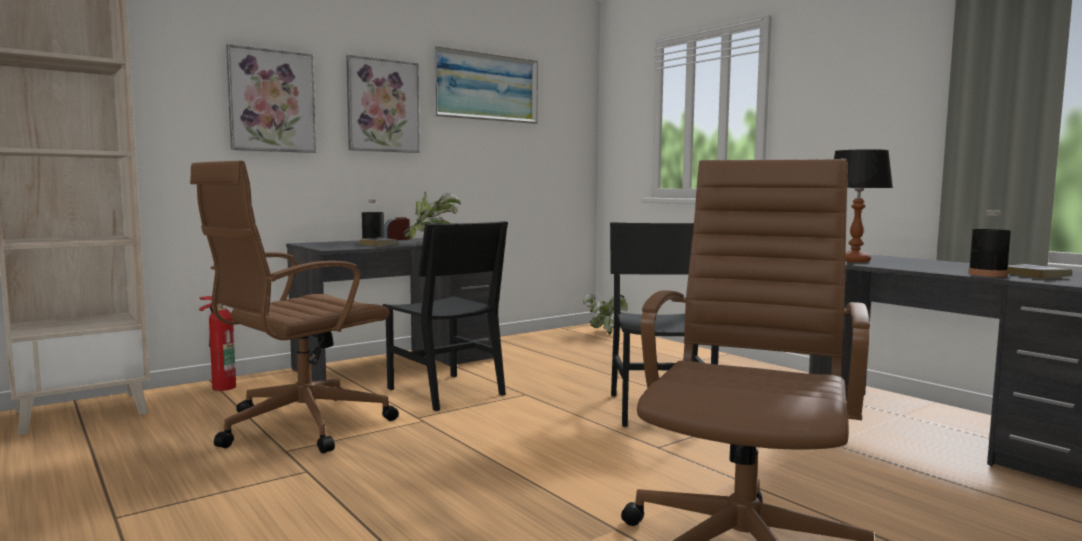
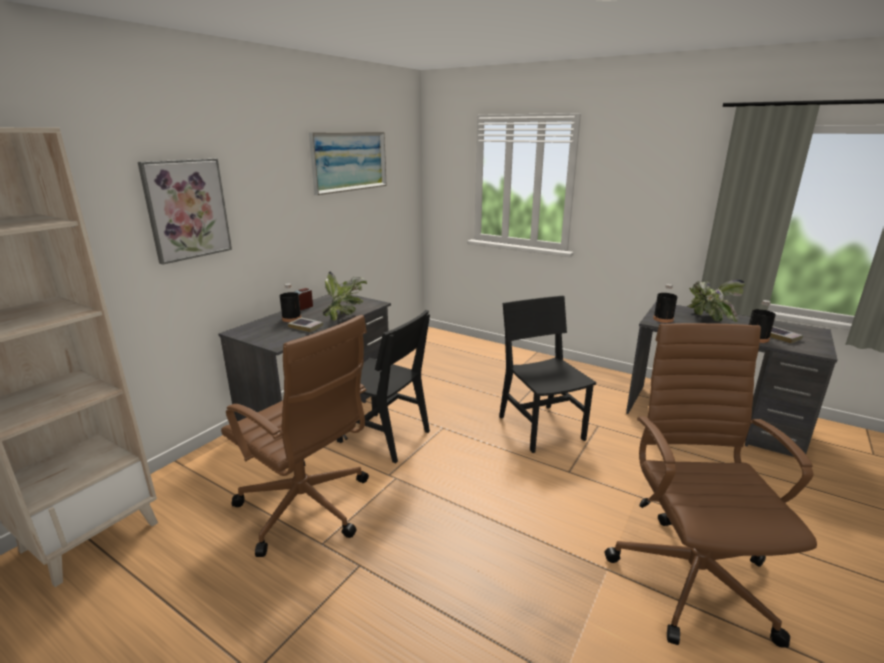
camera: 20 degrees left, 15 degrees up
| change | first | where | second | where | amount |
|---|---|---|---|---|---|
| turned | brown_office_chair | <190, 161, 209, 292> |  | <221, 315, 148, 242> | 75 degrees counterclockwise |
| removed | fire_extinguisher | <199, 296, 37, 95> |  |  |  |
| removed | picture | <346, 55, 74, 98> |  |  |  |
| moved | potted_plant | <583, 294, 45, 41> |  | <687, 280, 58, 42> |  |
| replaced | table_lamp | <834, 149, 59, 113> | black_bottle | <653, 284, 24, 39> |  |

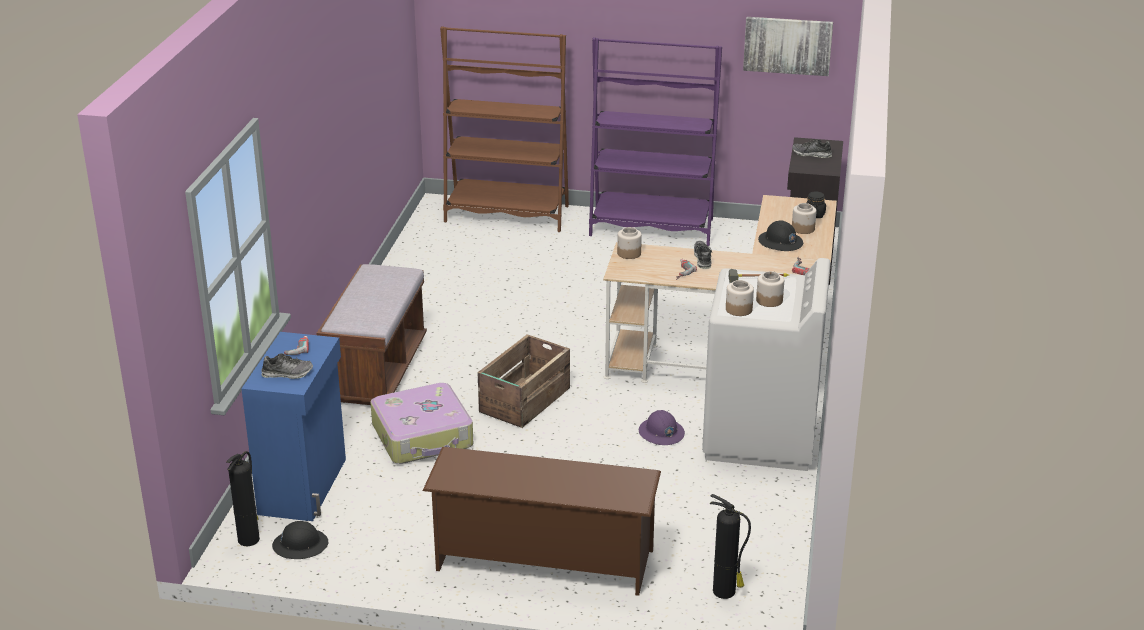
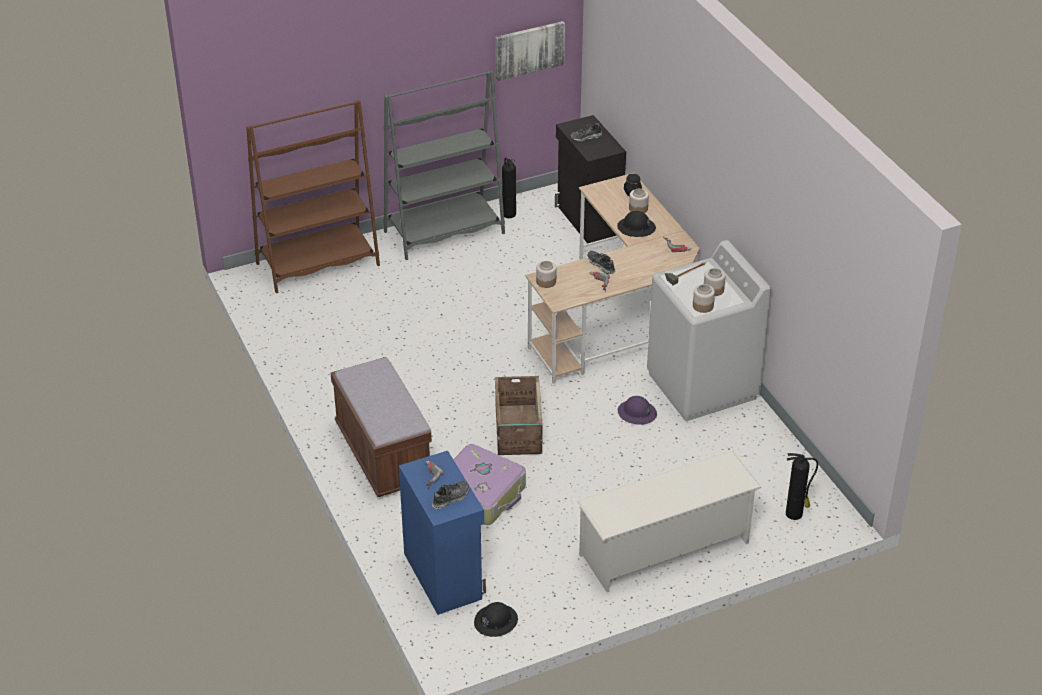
camera: 35 degrees left, 10 degrees up
| change | first | where | second | where | amount |
|---|---|---|---|---|---|
| moved | fire_extinguisher | <226, 451, 34, 95> |  | <502, 157, 14, 61> |  |
| recoloured | brown_shoe_rack | <423, 447, 238, 149> | white_shoe_rack | <577, 451, 185, 141> |  |
| recoloured | purple_bookcase | <589, 37, 133, 209> | grey_bookcase | <383, 71, 122, 189> |  |

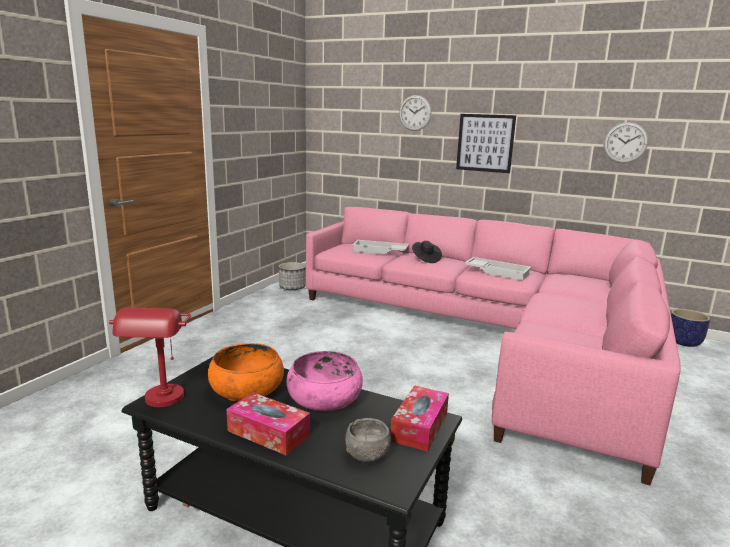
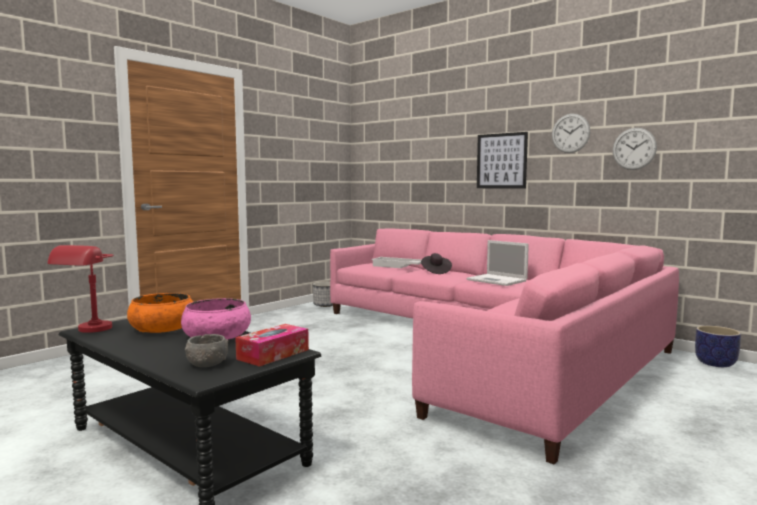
camera: 15 degrees right, 10 degrees down
| change | first | where | second | where | amount |
|---|---|---|---|---|---|
| removed | tissue_box | <227, 393, 83, 62> |  |  |  |
| moved | wall_clock | <399, 95, 33, 36> |  | <552, 114, 38, 39> |  |
| replaced | white_tray | <465, 257, 67, 23> | laptop | <467, 240, 62, 46> |  |

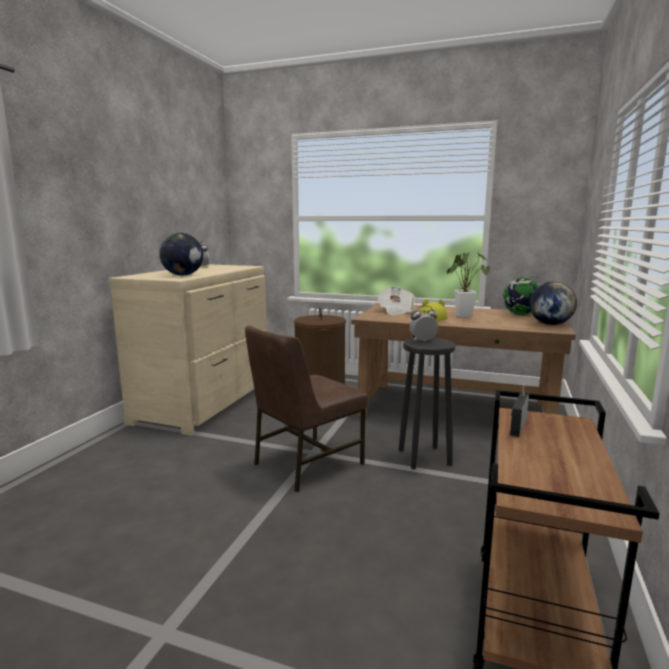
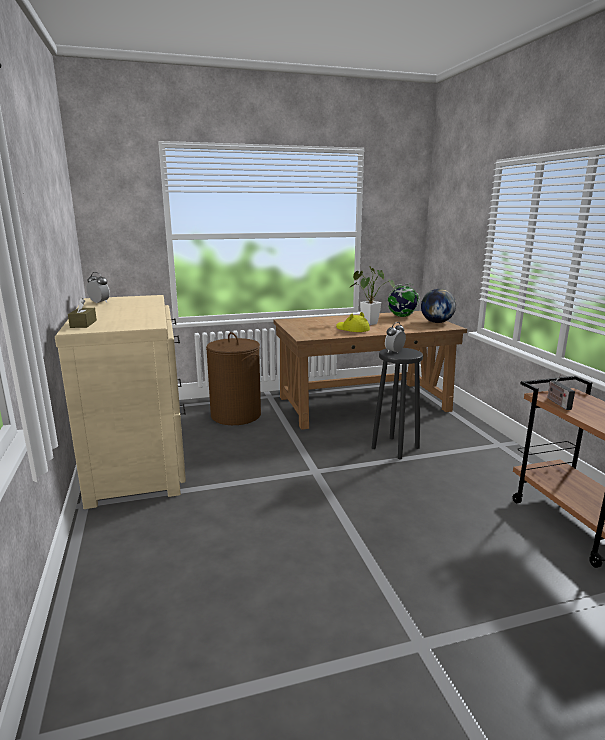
camera: 35 degrees left, 5 degrees up
| change | first | where | second | where | amount |
|---|---|---|---|---|---|
| removed | globe | <159, 233, 44, 43> |  |  |  |
| removed | brown_chair | <245, 325, 123, 168> |  |  |  |
| removed | newspaper | <377, 286, 38, 29> |  |  |  |
| added |  |  | brown_tissue_box | <68, 297, 29, 31> |  |

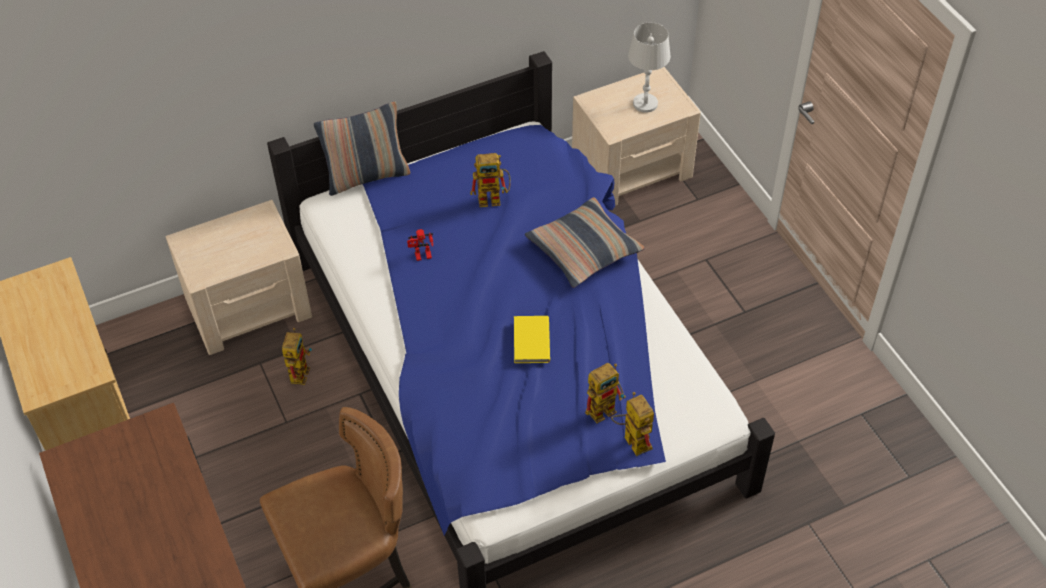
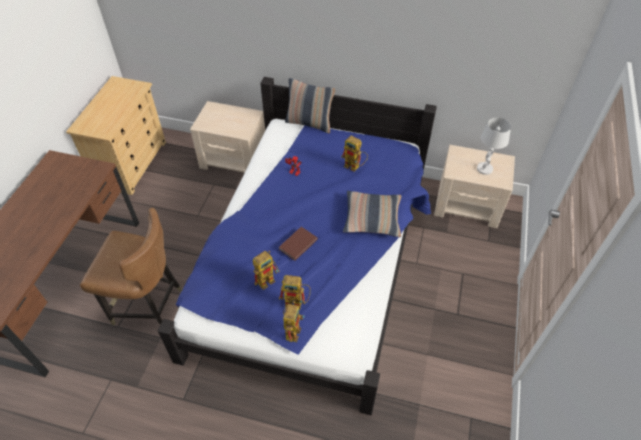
camera: 40 degrees right, 0 degrees up
| change | first | where | second | where | amount |
|---|---|---|---|---|---|
| moved | toy_robot | <282, 328, 30, 57> |  | <253, 251, 26, 39> |  |
| recoloured | yellow_book | <514, 316, 36, 47> | brown_book | <279, 227, 39, 34> |  |

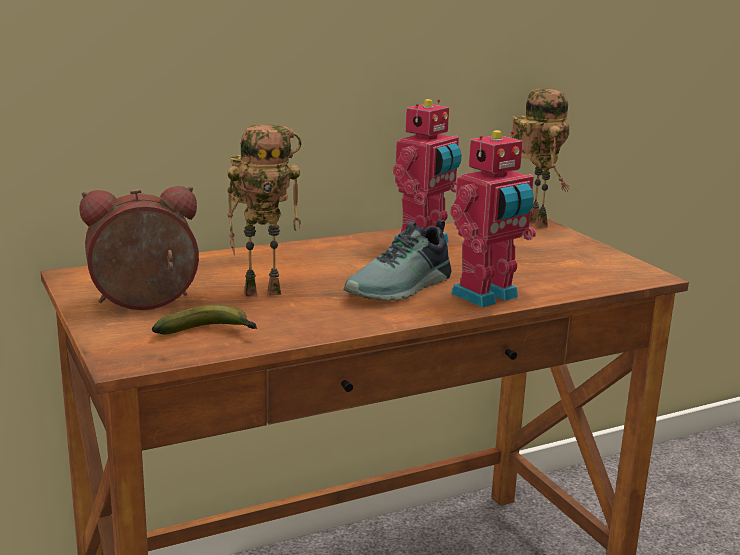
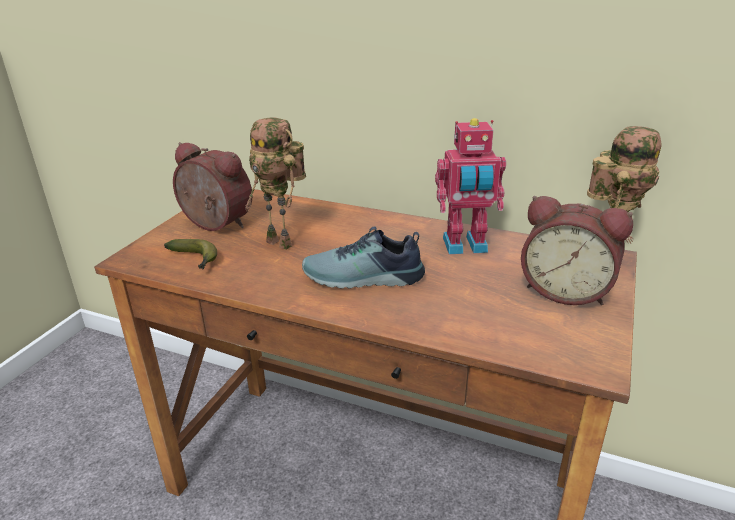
camera: 50 degrees right, 10 degrees up
| change | first | where | second | where | amount |
|---|---|---|---|---|---|
| removed | toy_robot | <450, 130, 86, 178> |  |  |  |
| added |  |  | alarm_clock | <521, 196, 112, 109> |  |

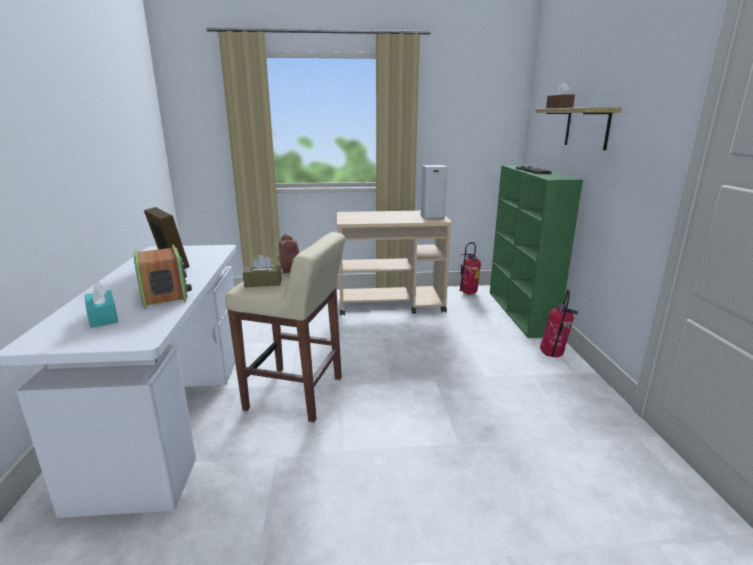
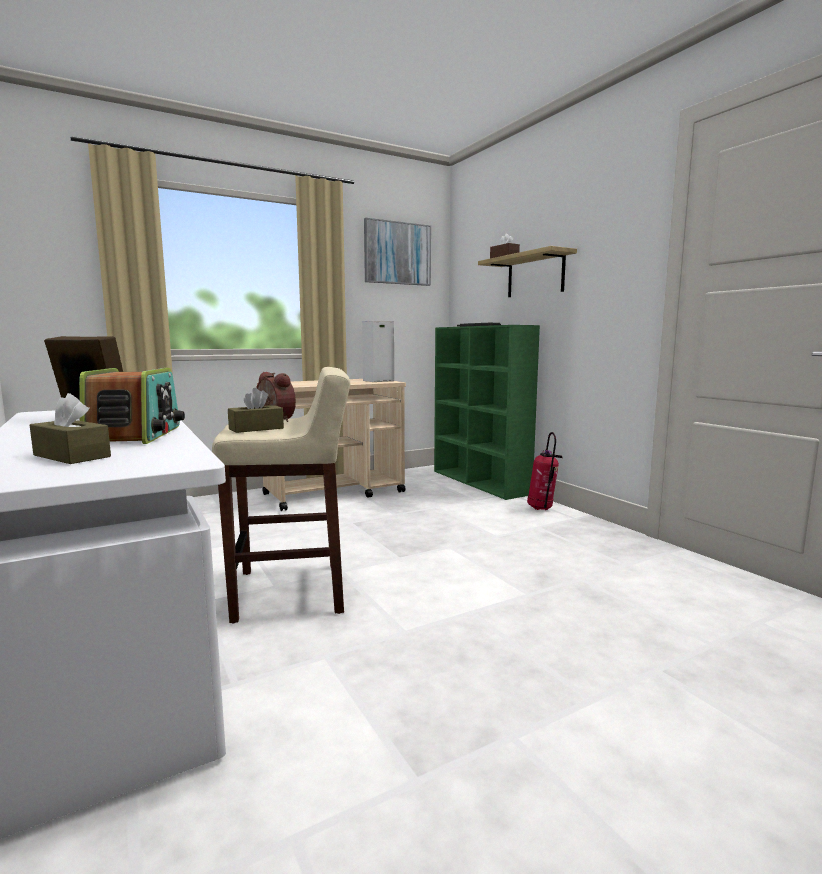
camera: 25 degrees left, 10 degrees down
| change | first | where | second | where | amount |
|---|---|---|---|---|---|
| recoloured | turquoise_tissue_box | <85, 281, 33, 47> | brown_tissue_box | <30, 393, 81, 71> |  |
| turned | radio | <133, 245, 59, 63> |  | <79, 368, 106, 76> | 45 degrees clockwise |
| removed | fire_extinguisher | <460, 242, 21, 53> |  |  |  |
| added |  |  | picture | <364, 218, 67, 68> |  |

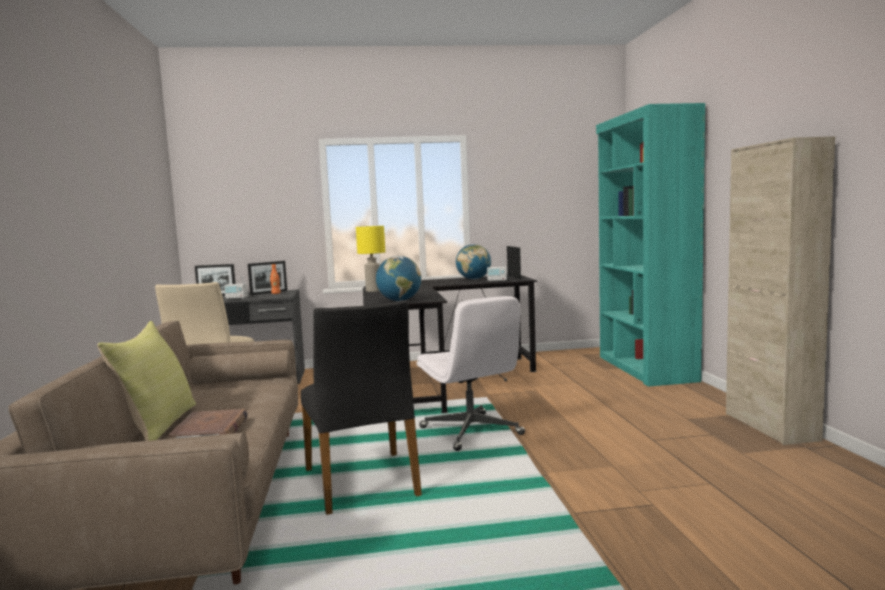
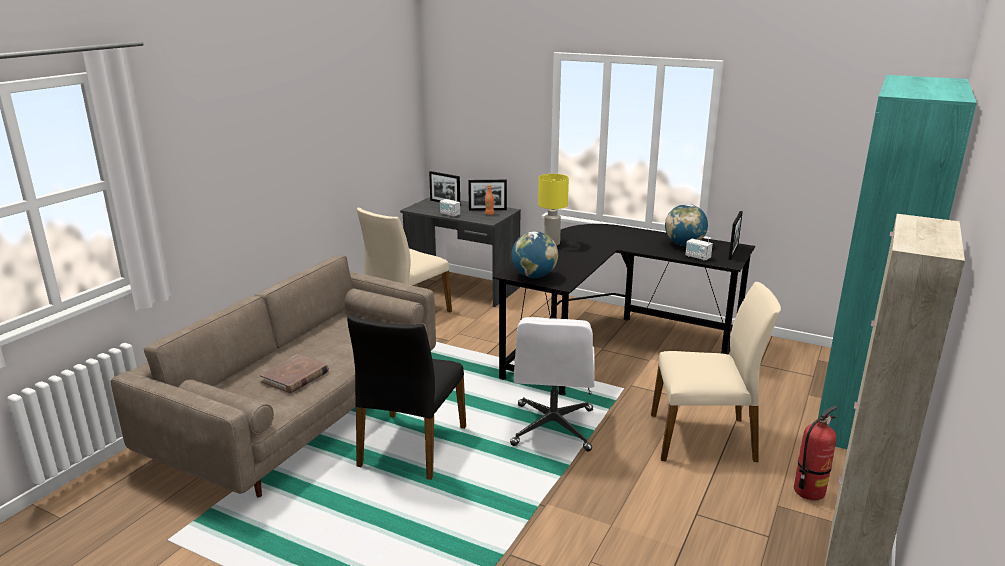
camera: 35 degrees right, 15 degrees up
| change | first | where | second | where | amount |
|---|---|---|---|---|---|
| removed | yellow_pillow | <97, 321, 99, 120> |  |  |  |
| added |  |  | beige_chair | <651, 282, 130, 180> |  |
| added |  |  | fire_extinguisher | <794, 406, 43, 94> |  |

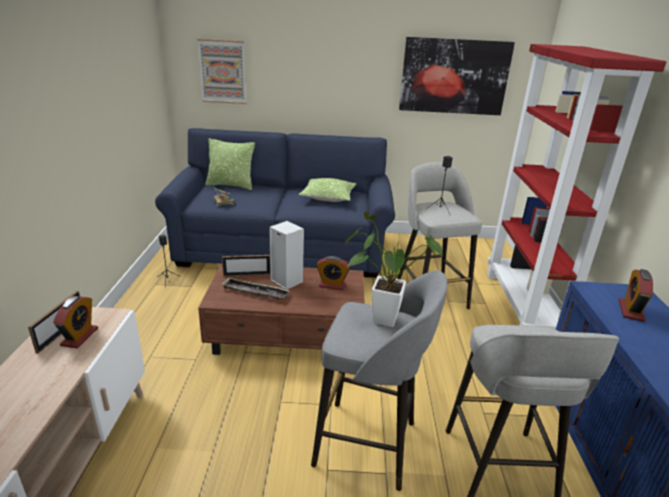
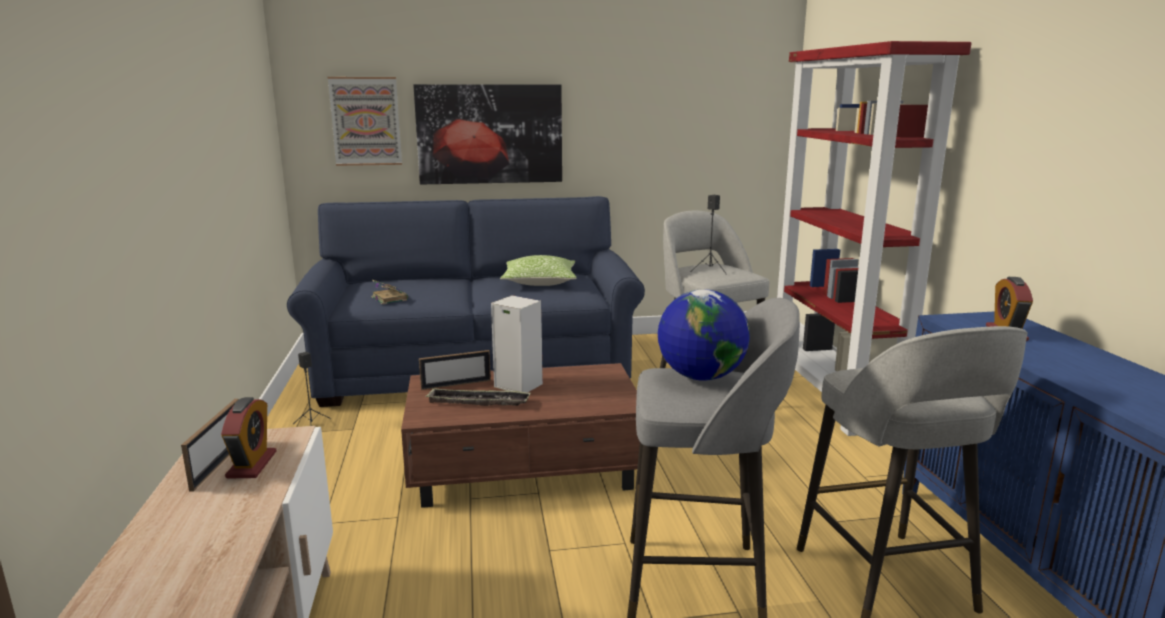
camera: 10 degrees left, 10 degrees down
| change | first | where | second | where | amount |
|---|---|---|---|---|---|
| removed | pillow | <205, 139, 50, 51> |  |  |  |
| removed | alarm_clock | <316, 256, 34, 34> |  |  |  |
| replaced | potted_plant | <344, 211, 99, 116> | globe | <658, 289, 92, 92> |  |
| moved | picture | <399, 37, 116, 78> |  | <413, 84, 149, 101> |  |

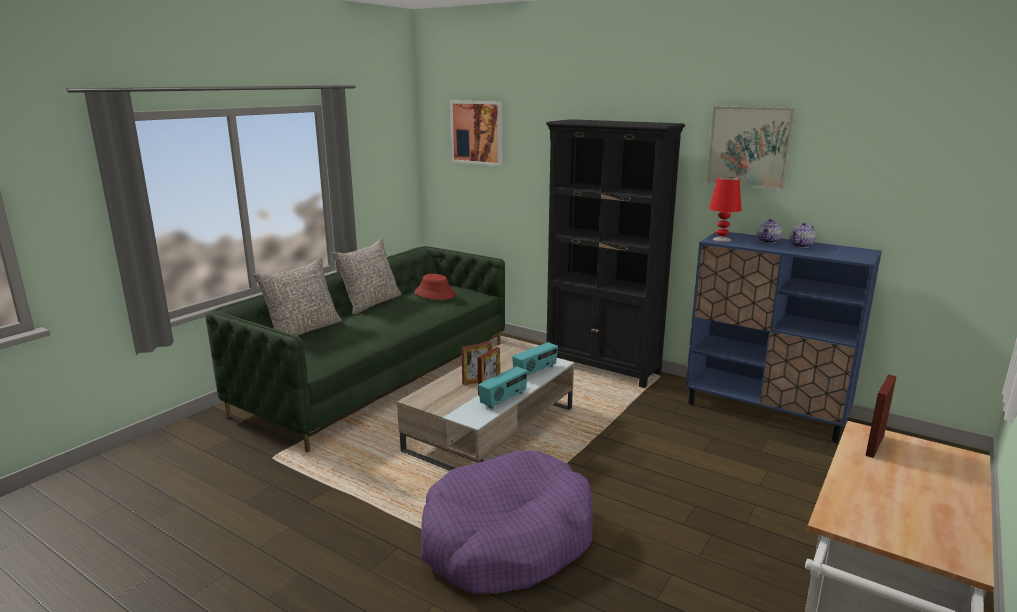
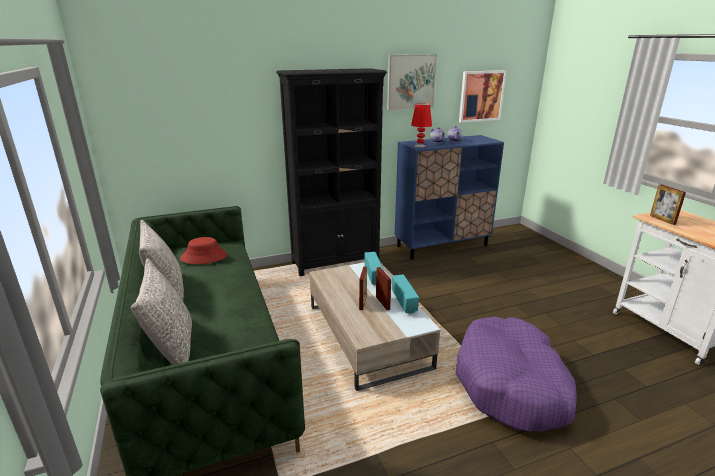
camera: 55 degrees left, 5 degrees up
| change | first | where | second | where | amount |
|---|---|---|---|---|---|
| moved | picture | <450, 100, 53, 66> |  | <459, 70, 47, 53> |  |

